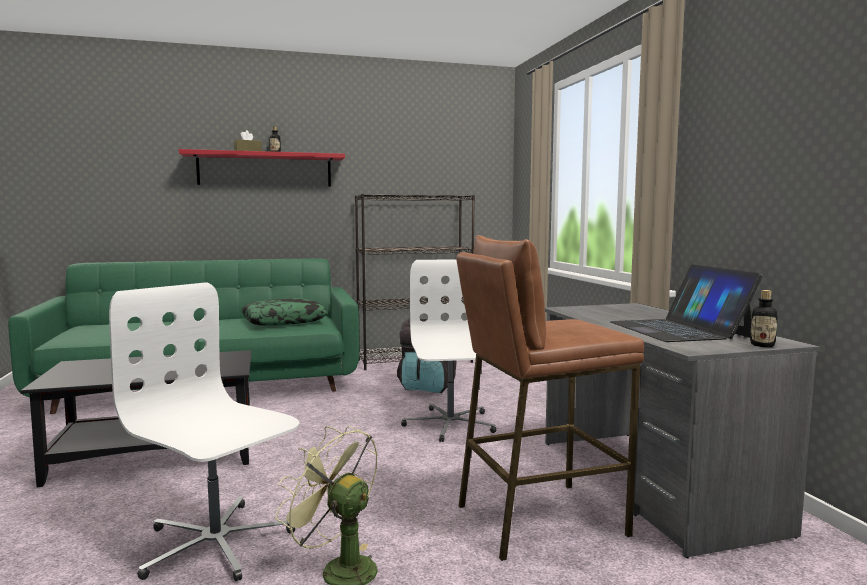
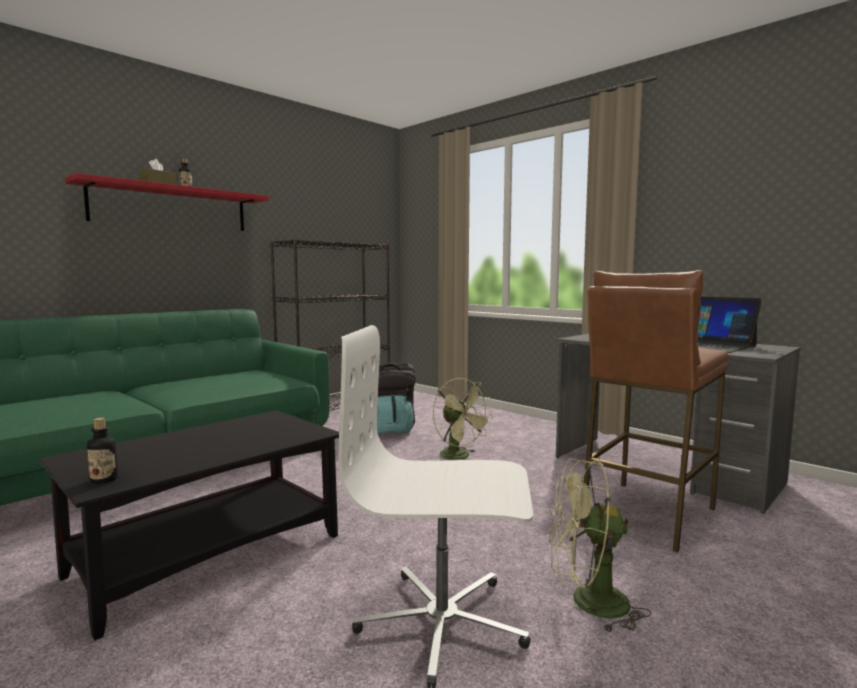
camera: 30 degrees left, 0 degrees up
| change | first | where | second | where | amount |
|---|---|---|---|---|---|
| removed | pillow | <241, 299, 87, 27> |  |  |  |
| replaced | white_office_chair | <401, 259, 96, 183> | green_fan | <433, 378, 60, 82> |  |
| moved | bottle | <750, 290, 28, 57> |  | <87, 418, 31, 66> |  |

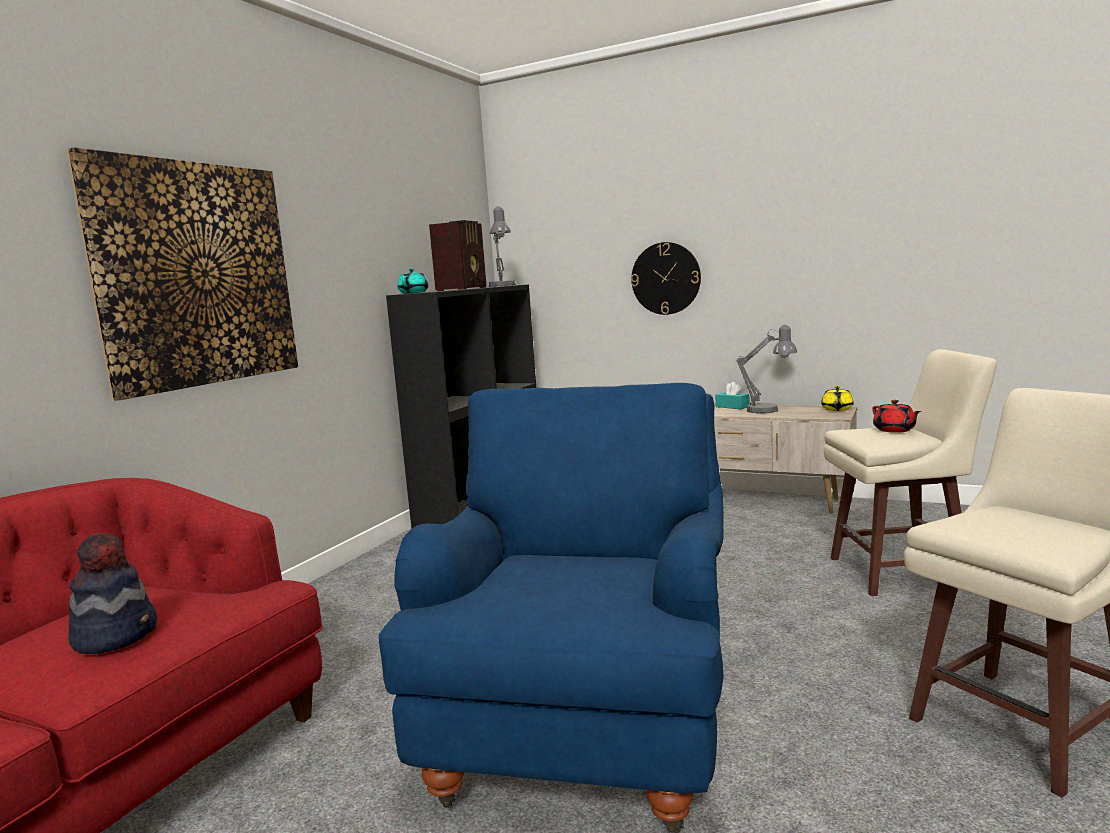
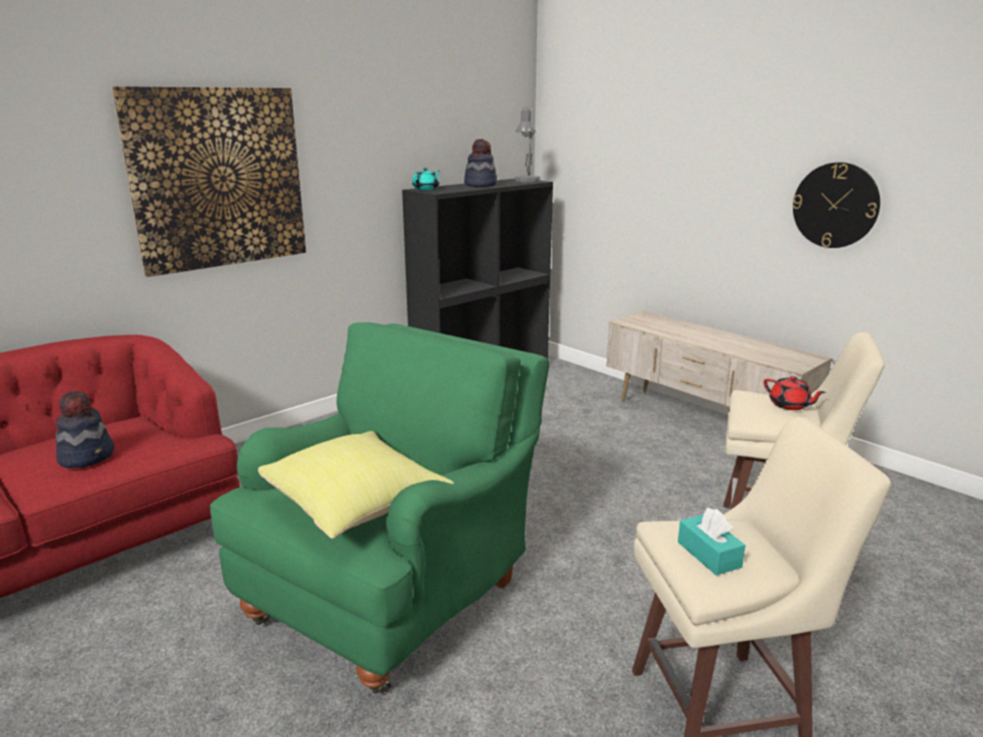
camera: 20 degrees right, 10 degrees up
| change | first | where | second | where | amount |
|---|---|---|---|---|---|
| recoloured | blue_armchair | <378, 383, 346, 450> | green_armchair | <210, 323, 340, 371> |  |
| replaced | radio | <429, 220, 58, 71> | hat | <464, 139, 33, 48> |  |
| moved | wall_clock | <631, 242, 70, 73> |  | <792, 162, 88, 86> |  |
| moved | turquoise_tissue_box | <715, 382, 34, 27> |  | <678, 508, 68, 67> |  |
| removed | grey_table_lamp | <736, 325, 61, 89> |  |  |  |
| removed | yellow_teapot | <821, 386, 33, 25> |  |  |  |
| turned | red_teapot | <872, 400, 49, 33> |  | <764, 376, 62, 34> | 45 degrees counterclockwise |
| added |  |  | yellow_pillow | <258, 431, 196, 108> |  |

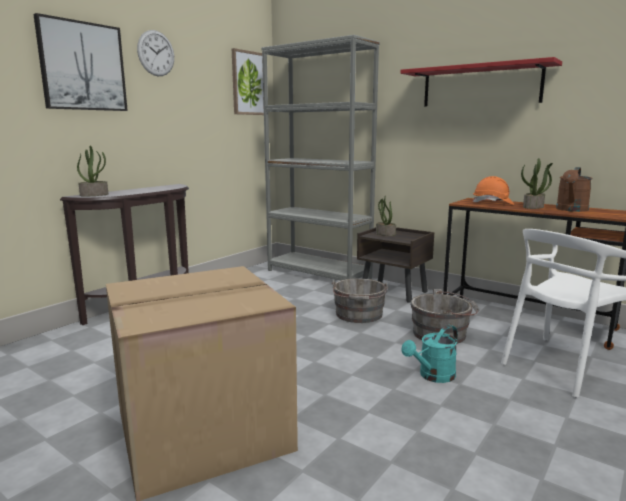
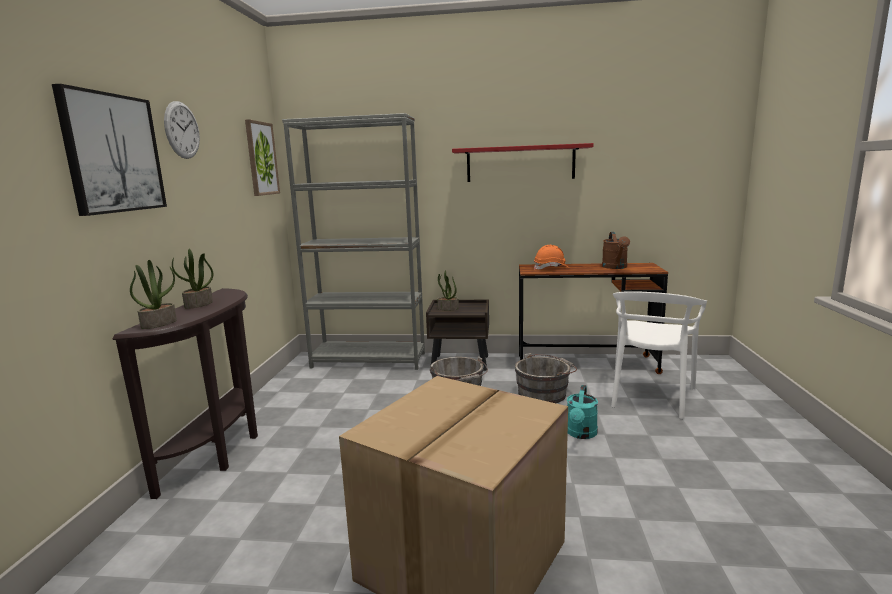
camera: 30 degrees left, 0 degrees up
| change | first | where | second | where | amount |
|---|---|---|---|---|---|
| moved | potted_plant | <521, 158, 32, 51> |  | <172, 249, 41, 60> |  |

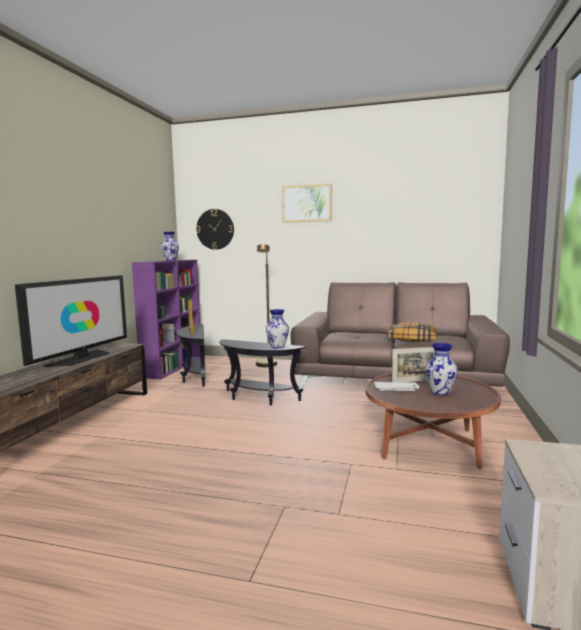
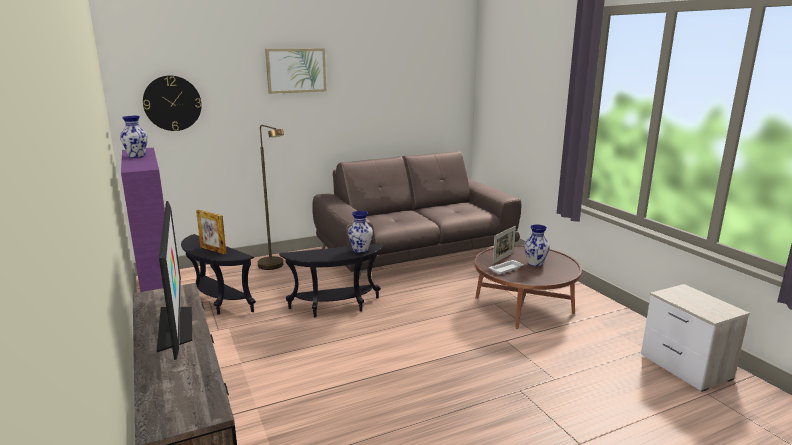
camera: 40 degrees left, 10 degrees up
| change | first | where | second | where | amount |
|---|---|---|---|---|---|
| removed | pillow | <387, 322, 49, 20> |  |  |  |

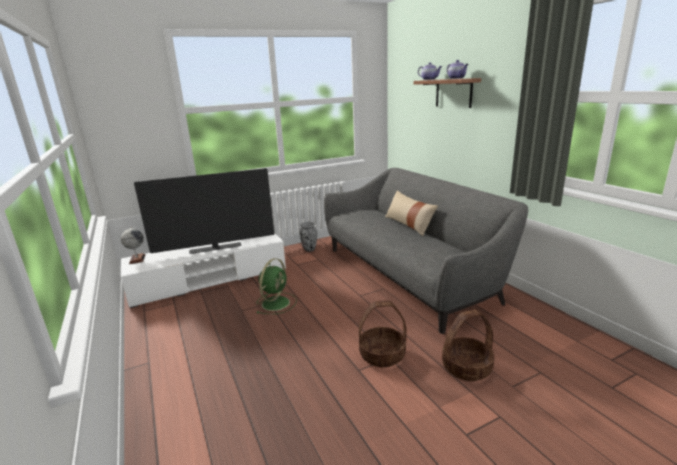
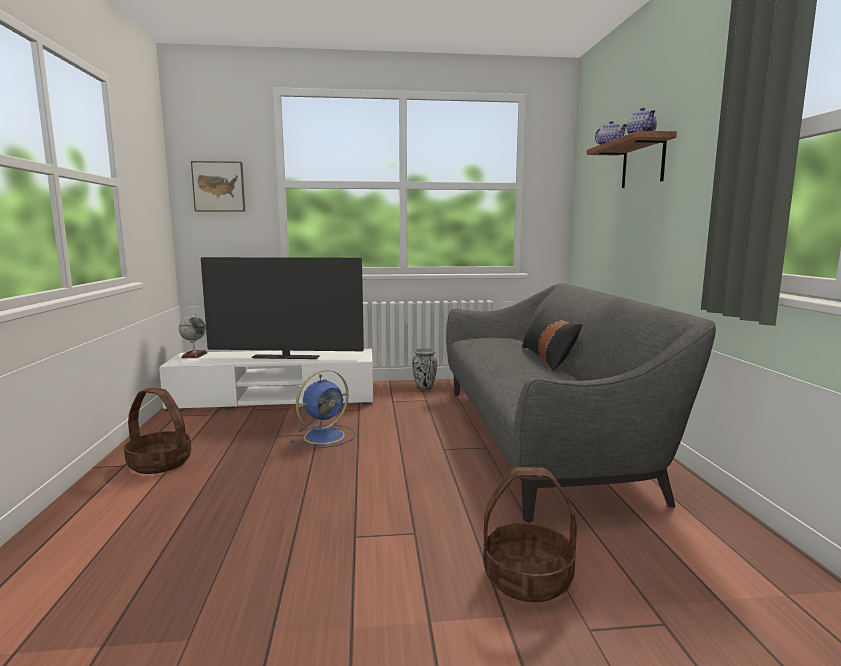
camera: 20 degrees right, 10 degrees down
| change | first | where | second | where | amount |
|---|---|---|---|---|---|
| recoloured | green_fan | <256, 258, 41, 56> | blue_fan | <291, 370, 65, 78> |  |
| moved | basket | <359, 300, 47, 67> |  | <124, 388, 67, 86> |  |
| recoloured | beige_pillow | <385, 190, 53, 46> | black_pillow | <522, 308, 61, 63> |  |
| added |  |  | picture | <191, 161, 54, 51> |  |

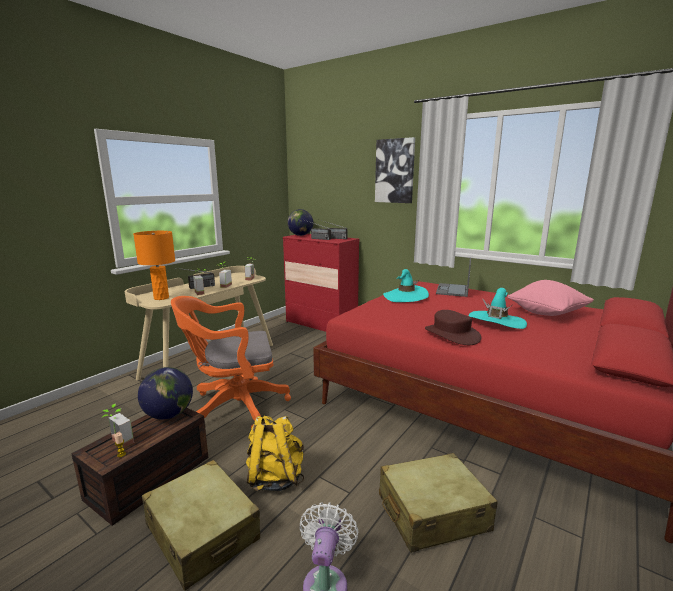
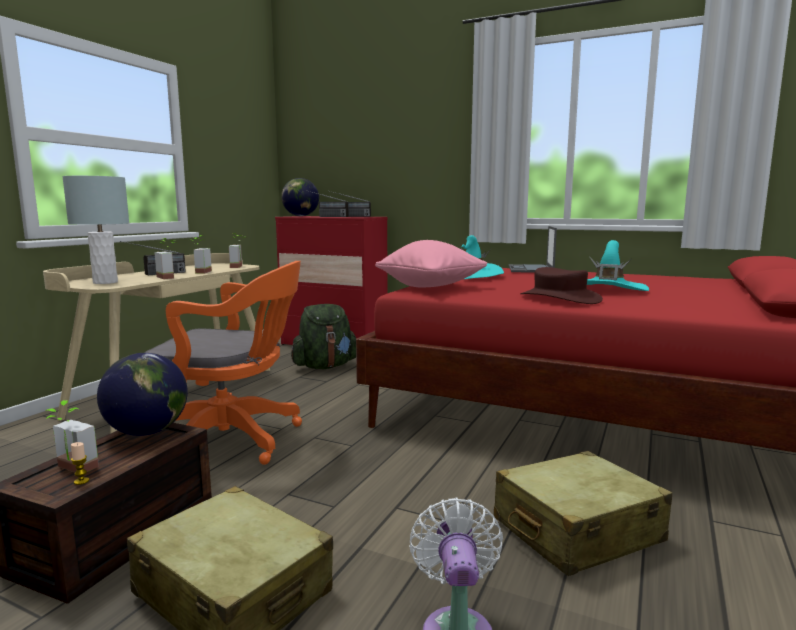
camera: 10 degrees left, 5 degrees down
| change | first | where | second | where | amount |
|---|---|---|---|---|---|
| recoloured | orange_table_lamp | <133, 231, 42, 69> | grey_table_lamp | <62, 176, 67, 108> |  |
| turned | orange_office_chair | <171, 296, 120, 133> |  | <145, 261, 157, 204> | 150 degrees counterclockwise |
| removed | yellow_backpack | <246, 416, 58, 75> |  |  |  |
| removed | picture | <375, 137, 40, 66> |  |  |  |
| moved | pink_pillow | <508, 280, 86, 36> |  | <375, 240, 112, 47> |  |
| added |  |  | green_backpack | <291, 304, 65, 65> |  |

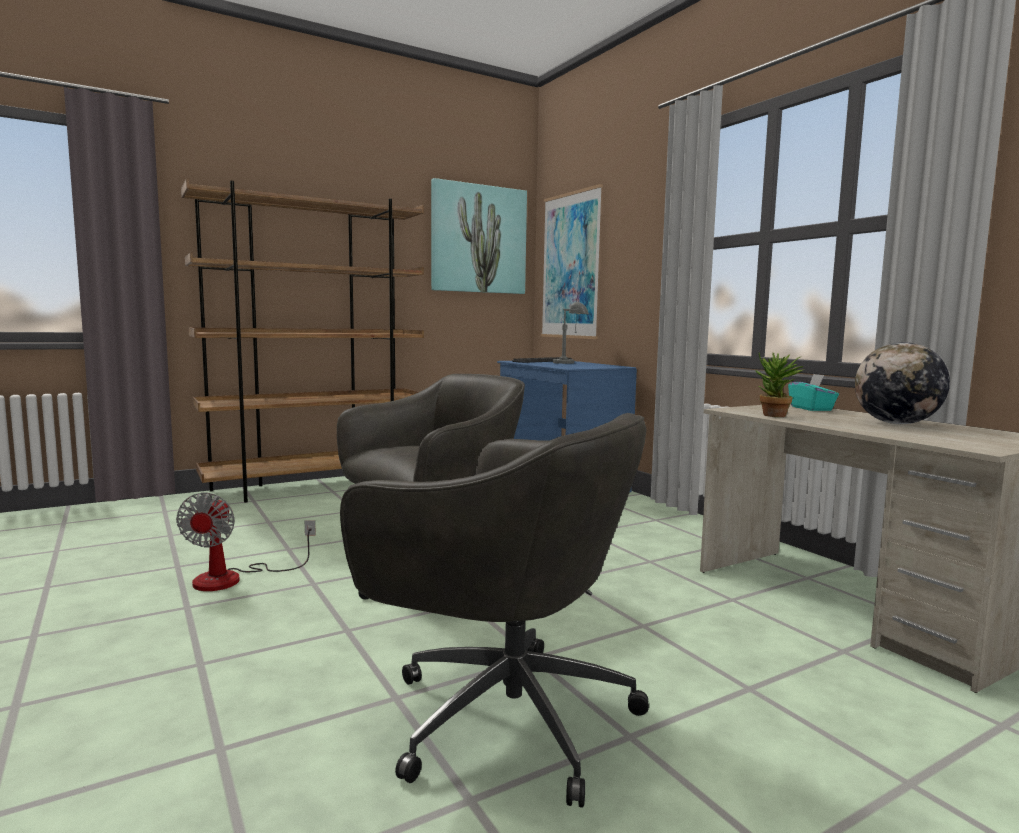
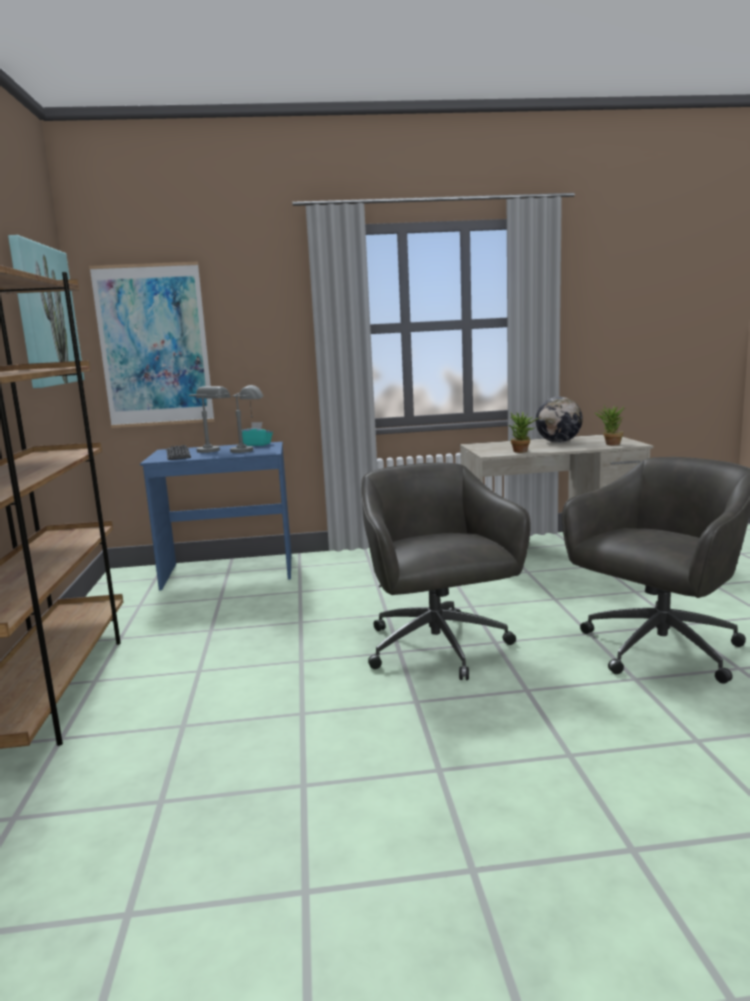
camera: 65 degrees left, 5 degrees up
| change | first | where | second | where | amount |
|---|---|---|---|---|---|
| removed | fan | <176, 492, 140, 99> |  |  |  |
| moved | turquoise_tissue_box | <788, 374, 51, 37> |  | <242, 422, 31, 24> |  |
| added |  |  | grey_table_lamp | <230, 385, 33, 68> |  |
| added |  |  | potted_plant | <595, 405, 30, 40> |  |

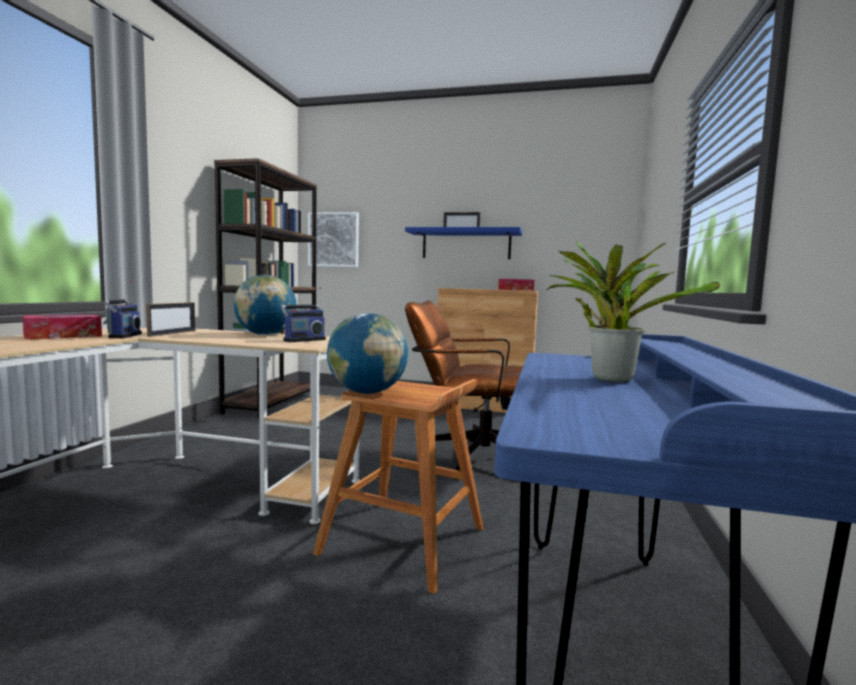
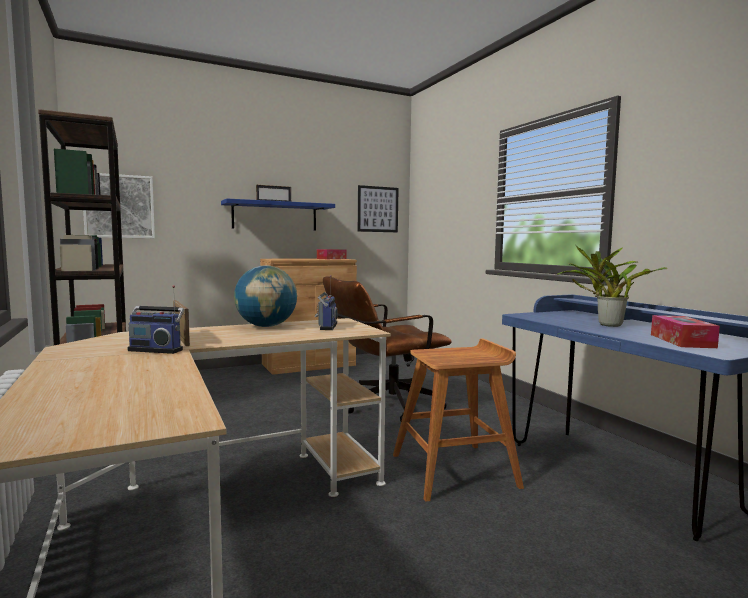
camera: 40 degrees left, 0 degrees up
| change | first | where | second | where | amount |
|---|---|---|---|---|---|
| moved | tissue_box | <22, 315, 80, 25> |  | <651, 315, 69, 33> |  |
| turned | radio | <103, 281, 39, 57> |  | <127, 285, 57, 69> | 150 degrees clockwise |
| removed | globe | <327, 313, 81, 81> |  |  |  |
| added |  |  | picture | <358, 185, 41, 47> |  |

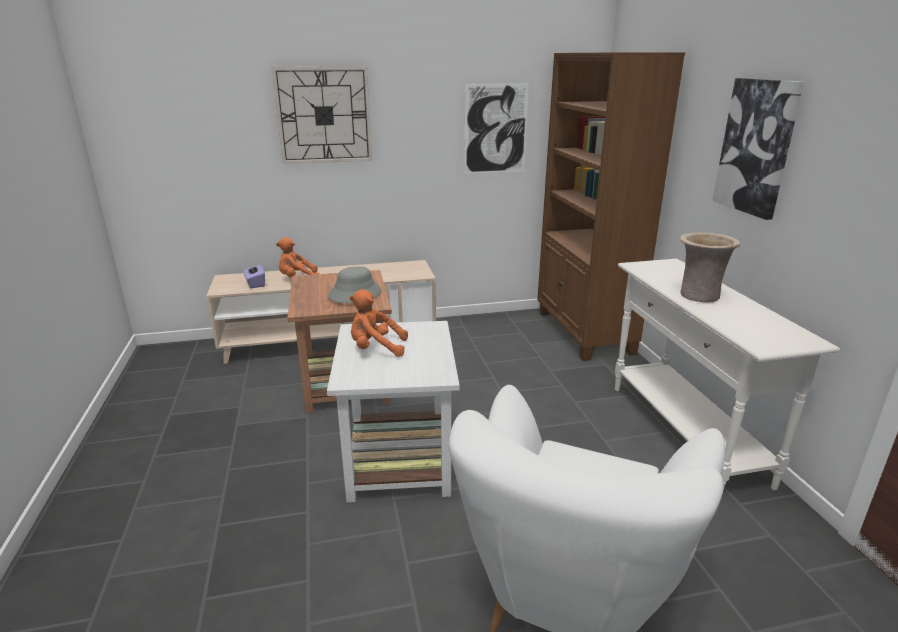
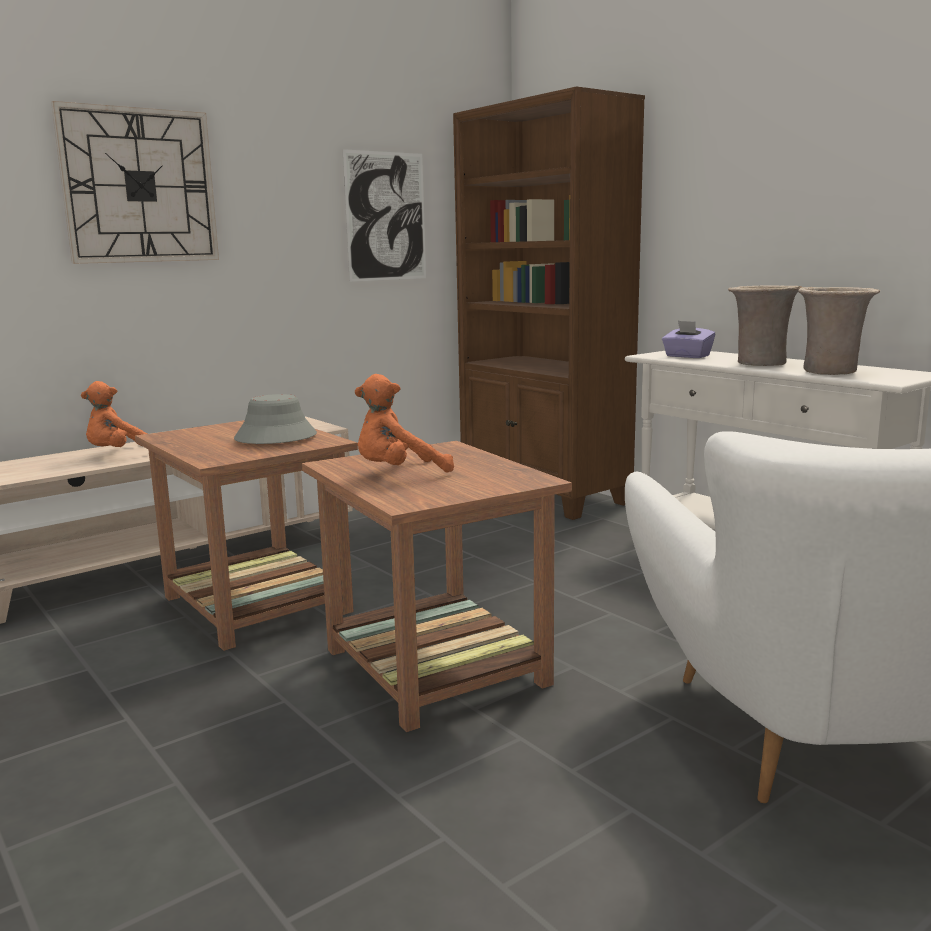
camera: 25 degrees left, 10 degrees down
| change | first | where | second | where | amount |
|---|---|---|---|---|---|
| moved | purple_tissue_box | <243, 262, 22, 26> |  | <662, 321, 53, 37> |  |
| recoloured | white_side_table | <327, 321, 133, 181> | brown_side_table | <302, 441, 270, 291> |  |
| removed | picture | <712, 78, 92, 142> |  |  |  |
| added |  |  | beige_vase | <798, 287, 82, 88> |  |

